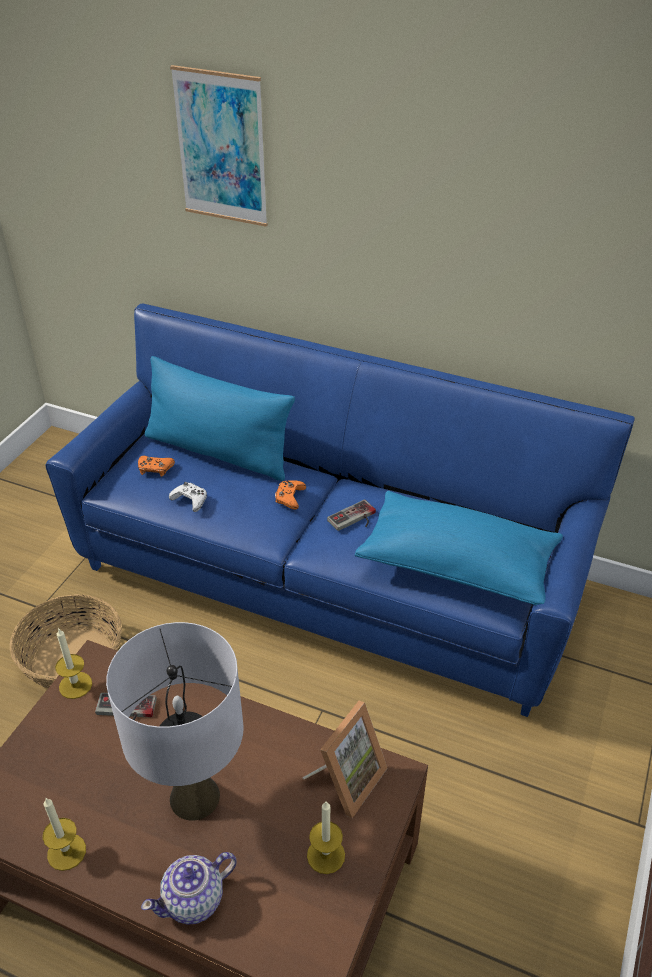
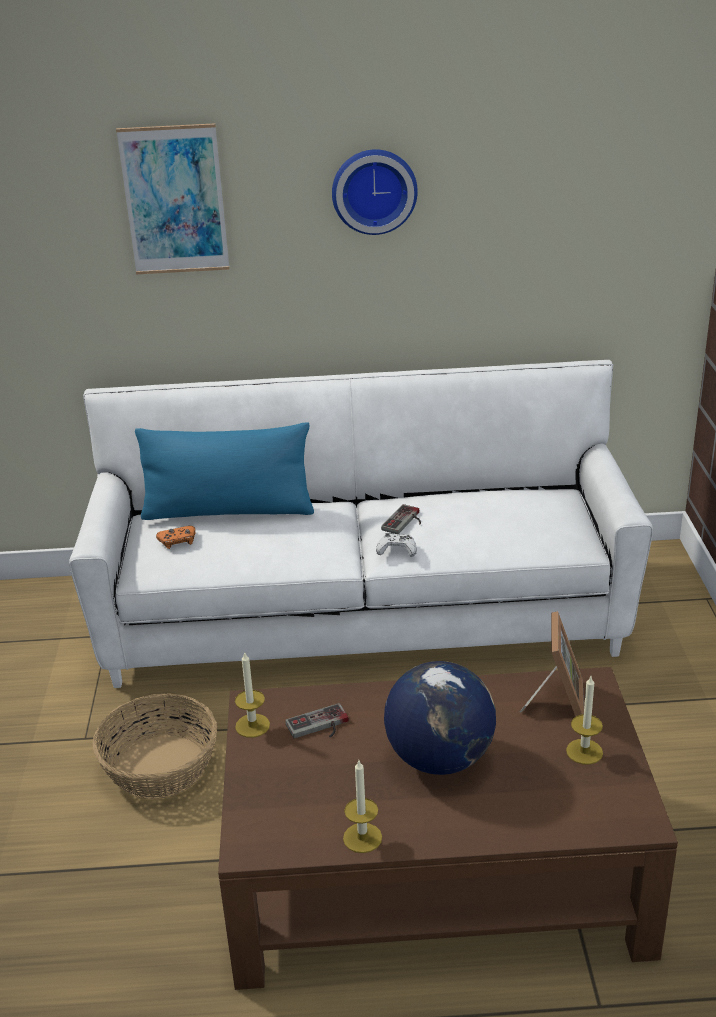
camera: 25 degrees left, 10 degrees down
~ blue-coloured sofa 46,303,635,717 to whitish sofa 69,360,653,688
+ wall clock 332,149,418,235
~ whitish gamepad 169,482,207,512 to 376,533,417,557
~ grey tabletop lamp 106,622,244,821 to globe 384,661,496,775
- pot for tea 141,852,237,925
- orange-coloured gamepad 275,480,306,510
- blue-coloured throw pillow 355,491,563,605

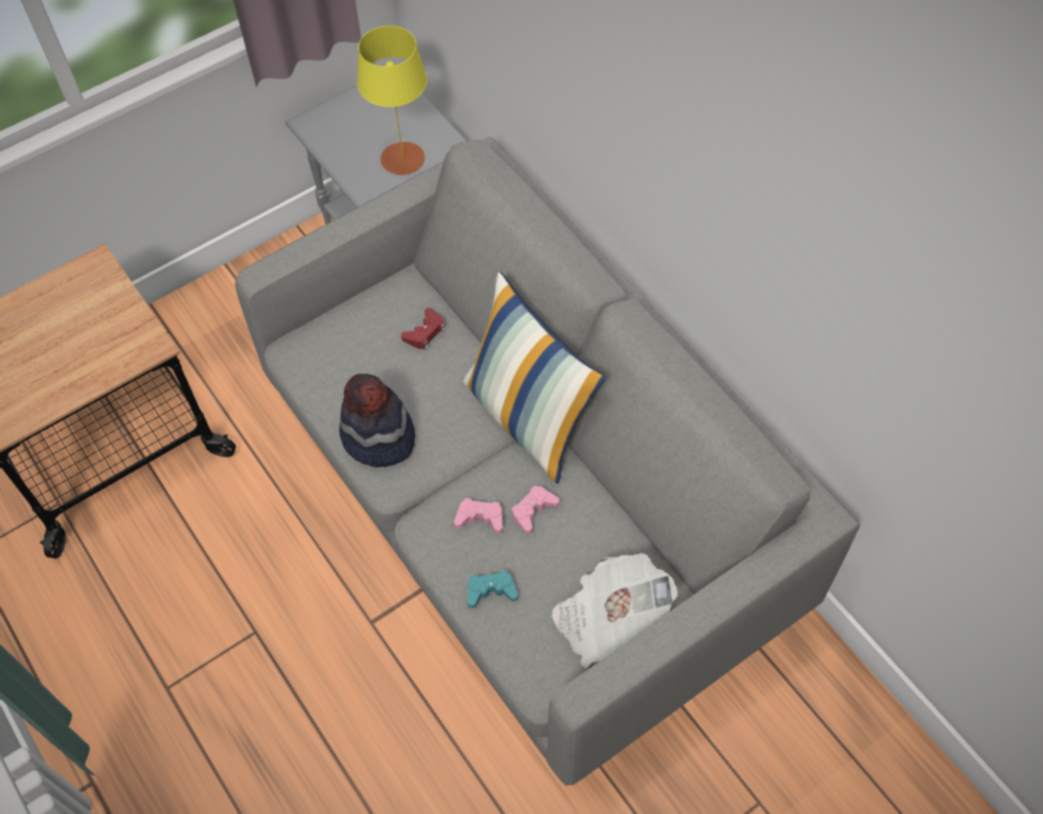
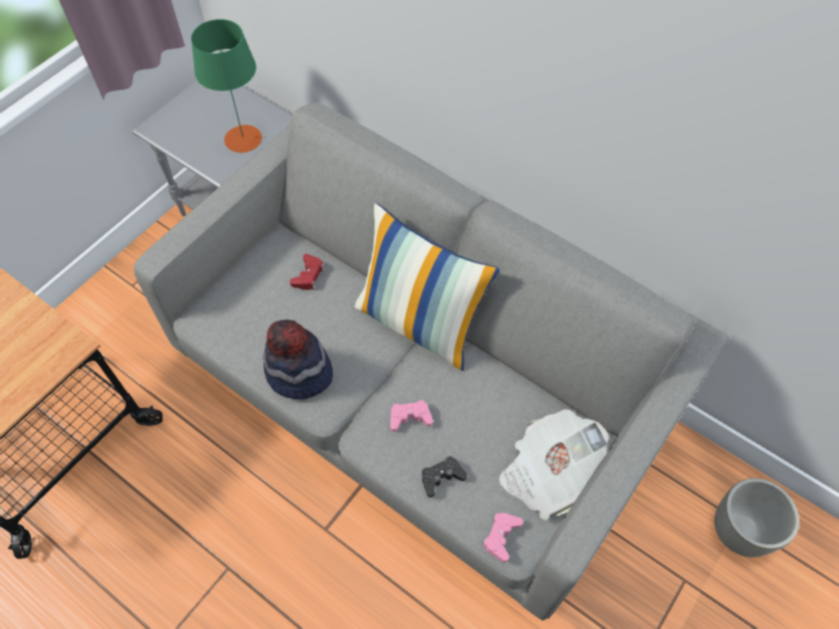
camera: 20 degrees left, 0 degrees up
~ yellow tabletop lamp 357,26,427,175 to greenish tabletop lamp 191,19,262,153
~ turquoise gamepad 468,570,518,608 to black-coloured gamepad 422,456,467,497
~ pinkish gamepad 511,486,559,534 to 482,513,523,562
+ grey planter 714,478,799,557

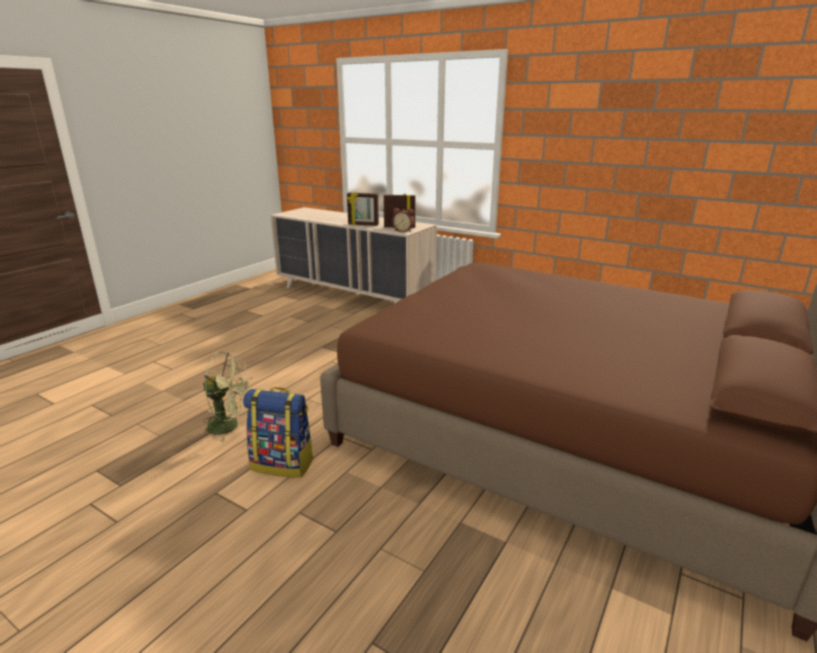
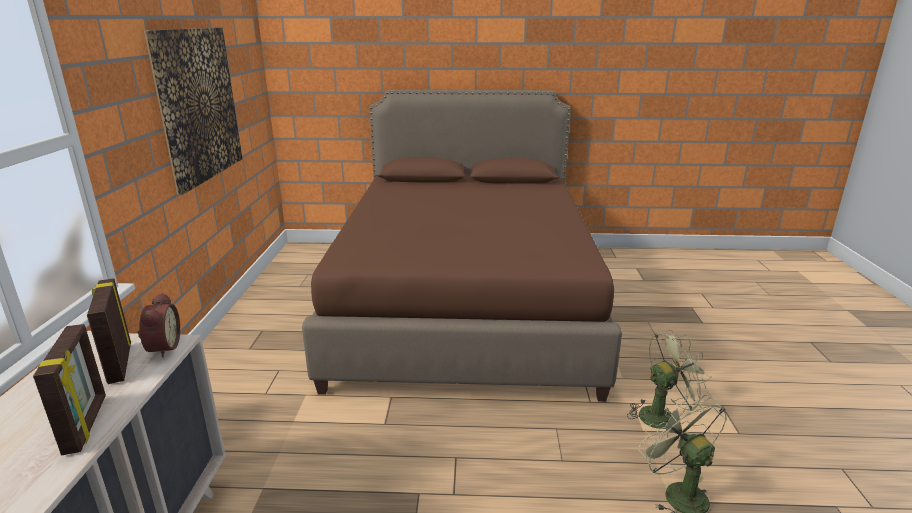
camera: 120 degrees left, 0 degrees up
+ wall art 144,28,242,195
~ backpack 243,387,314,478 to greenish electric fan 627,330,712,434

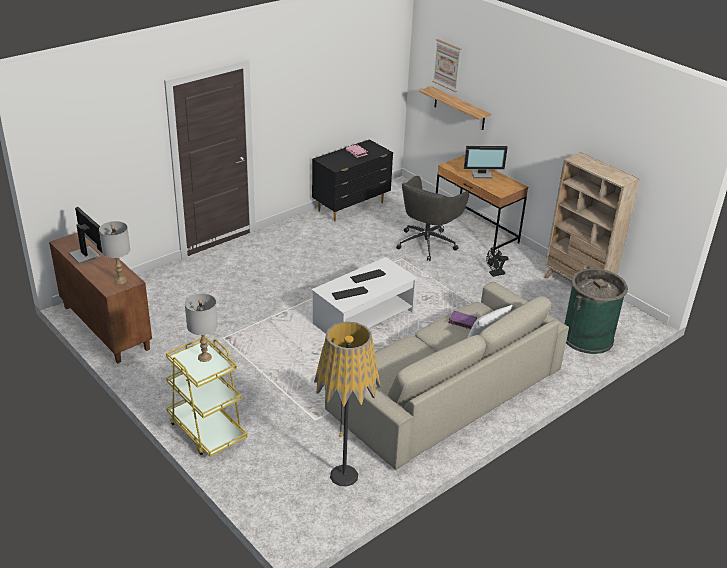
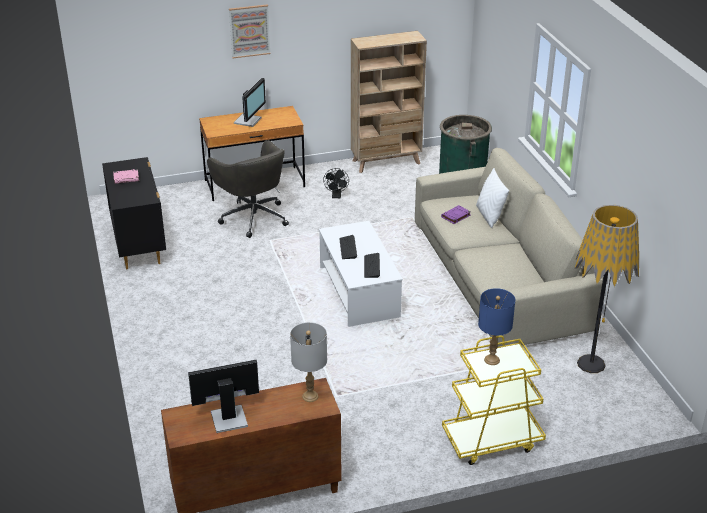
camera: 65 degrees left, 0 degrees up
~ wall art 432,39,461,92 to 229,4,271,58
~ grey tabletop lamp 185,293,218,362 to blue-coloured tabletop lamp 478,288,515,365
- wall shelf 419,86,491,130

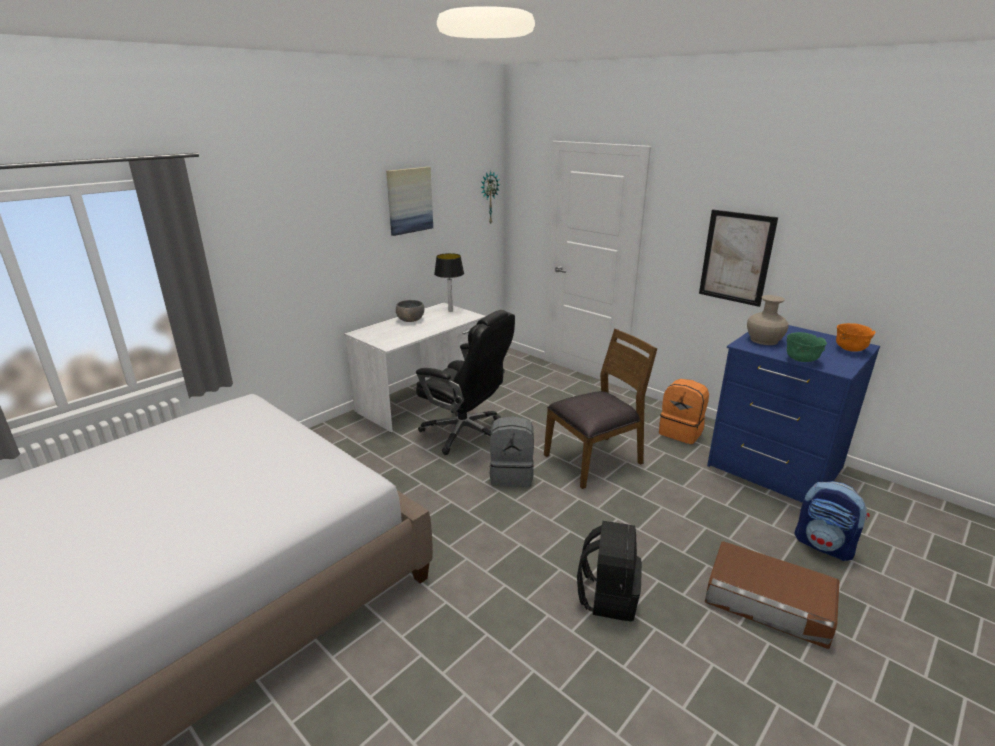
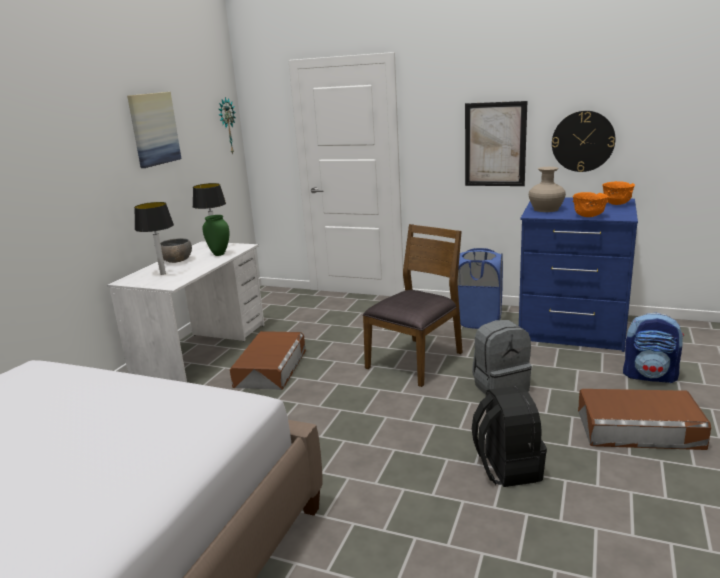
camera: 20 degrees left, 5 degrees down
+ tabletop lamp 134,202,174,275
+ greenish vase 202,215,230,256
~ black-coloured computer chair 416,310,515,455 to brownish storage box 230,331,306,390
~ orange-coloured backpack 659,379,709,444 to blue-coloured laundry basket 457,248,503,329
~ grey backpack 490,416,534,487 to 472,320,532,395
+ wall clock 552,111,615,172
~ greenish serving bowl 786,332,827,362 to orange-coloured serving bowl 573,192,608,217

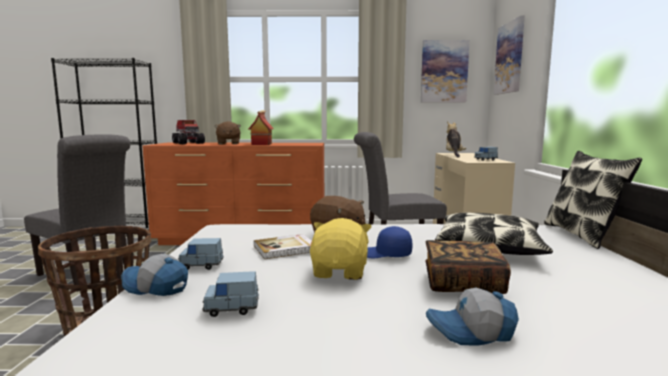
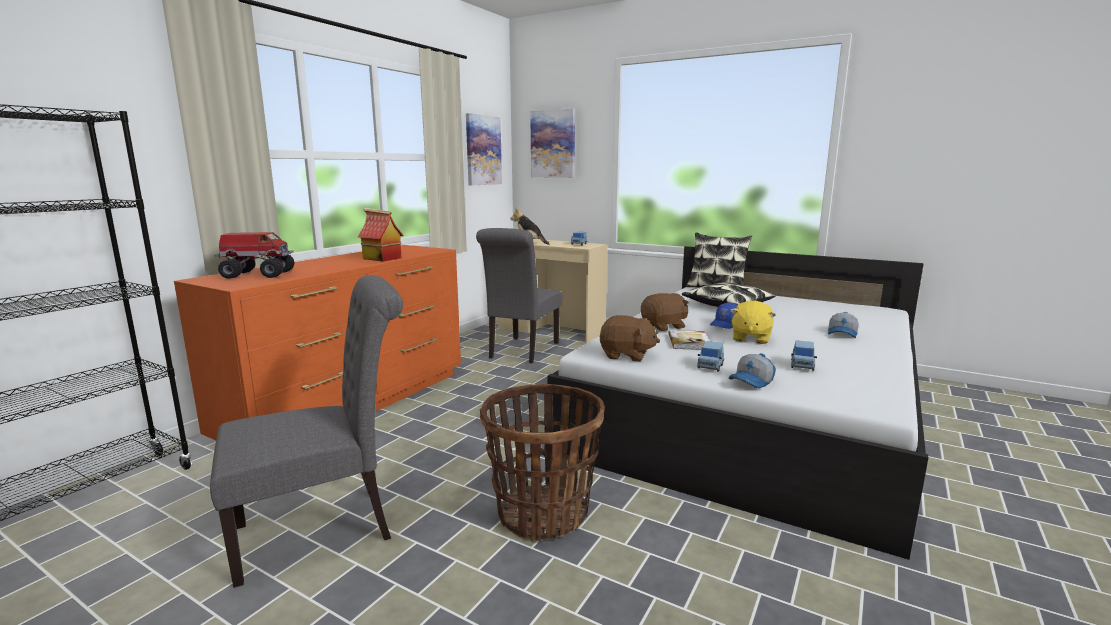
camera: 60 degrees left, 5 degrees up
~ brownish plush toy 214,121,241,145 to 599,315,660,361
~ yellow plush toy 310,218,372,280 = 730,300,776,344 105 degrees counterclockwise
- volume 425,240,511,294

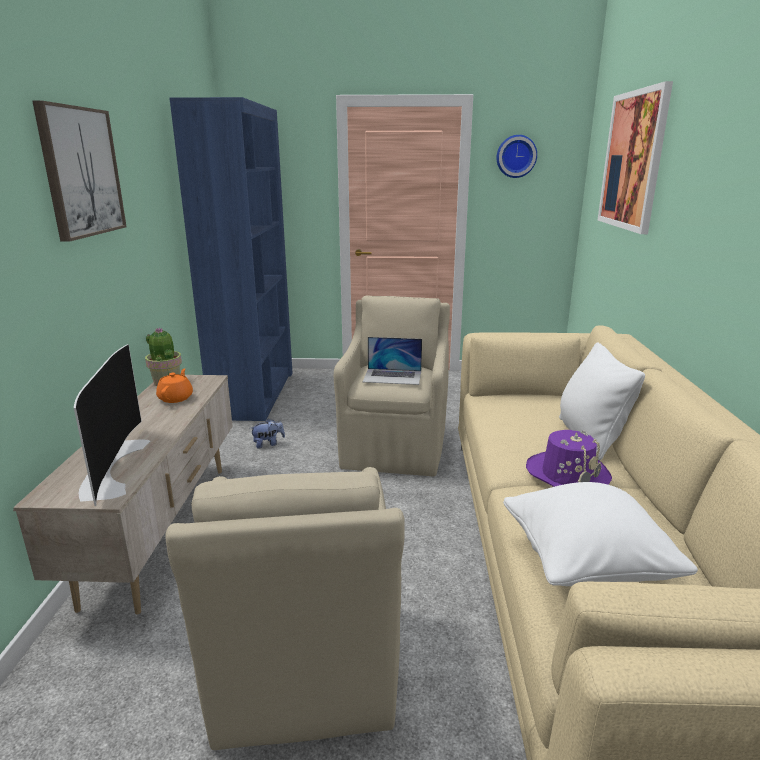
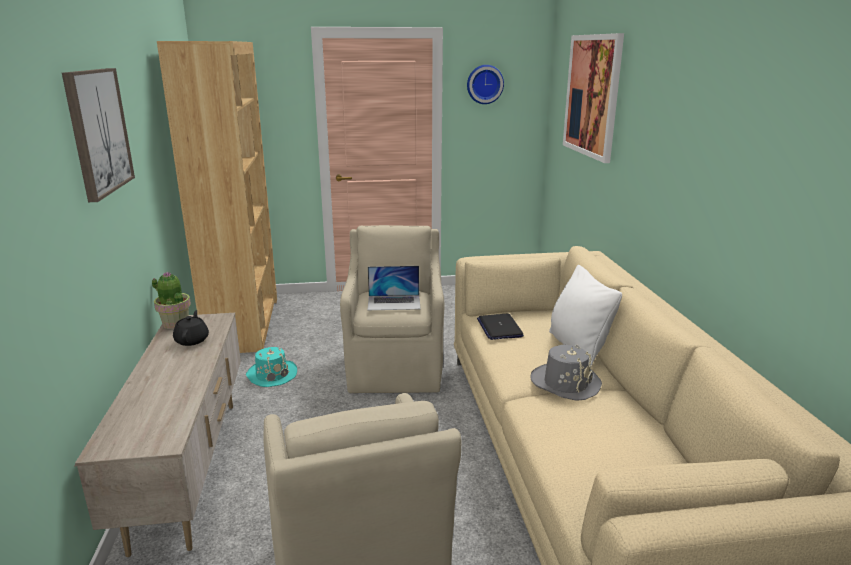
camera: 10 degrees left, 0 degrees up
~ blue-coloured bookcase 169,97,293,421 to brownish bookcase 157,41,277,353
~ orange-coloured pot for tea 156,368,193,403 to black-coloured pot for tea 173,310,209,346
~ plush toy 251,419,285,448 to turquoise hat 246,347,297,387
+ notebook computer 477,313,524,340
~ purple-coloured hat 526,430,612,487 to grey hat 531,345,602,401
- TV 74,344,150,506
- whitish throw pillow 503,482,698,586

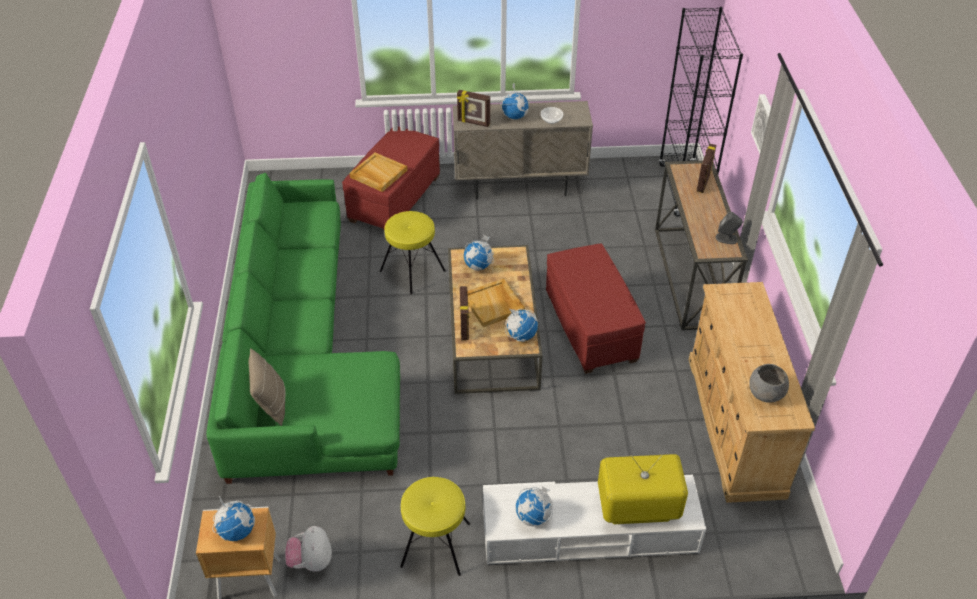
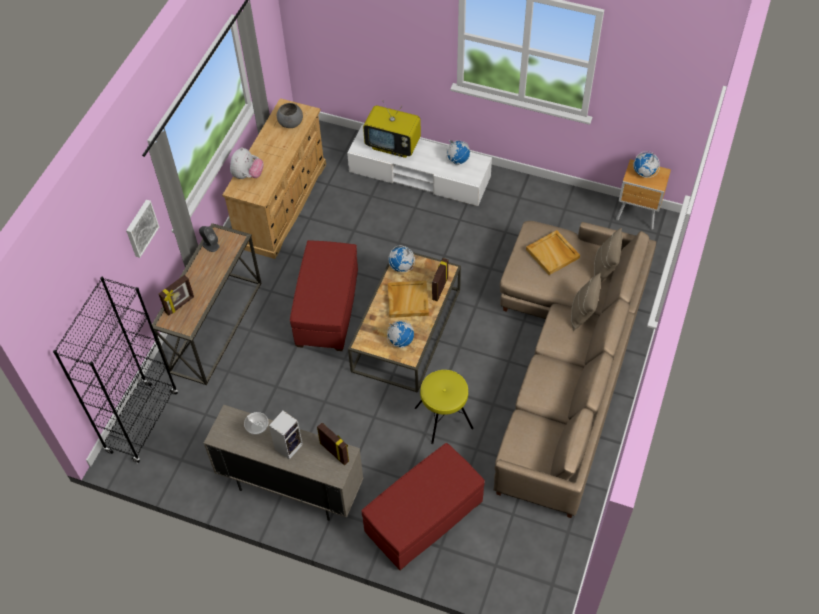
camera: 155 degrees left, 10 degrees up
~ plush toy 285,526,332,572 to 230,147,264,179
~ globe 500,83,530,119 to loudspeaker 269,411,303,460
~ greenish sofa 206,173,400,484 to beige sofa 494,221,656,518
~ beige tray 350,153,407,192 to 526,230,580,275
+ beige throw pillow 571,273,601,331
- yellow sitting stool 400,477,470,576

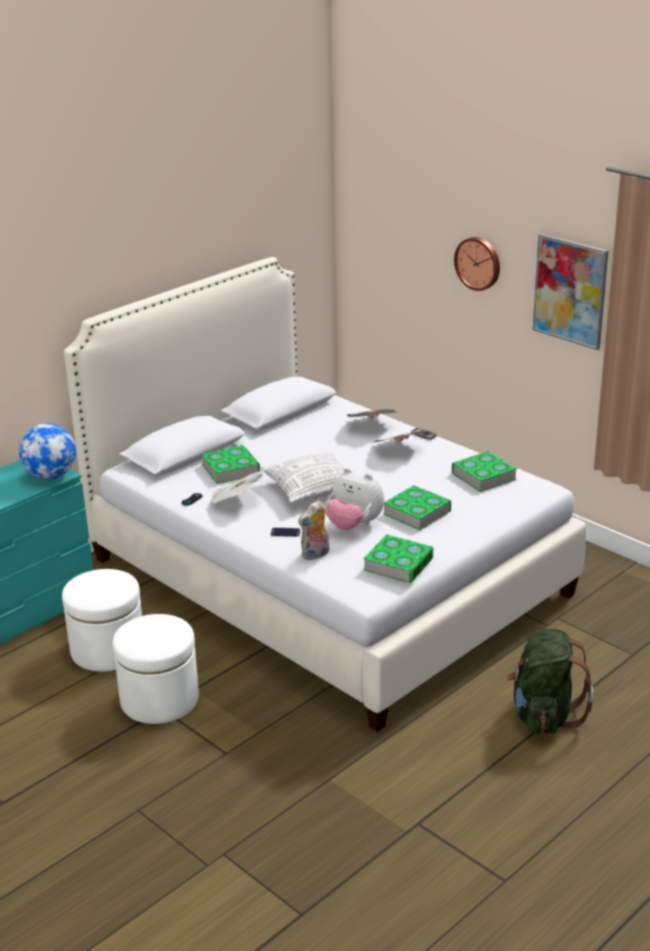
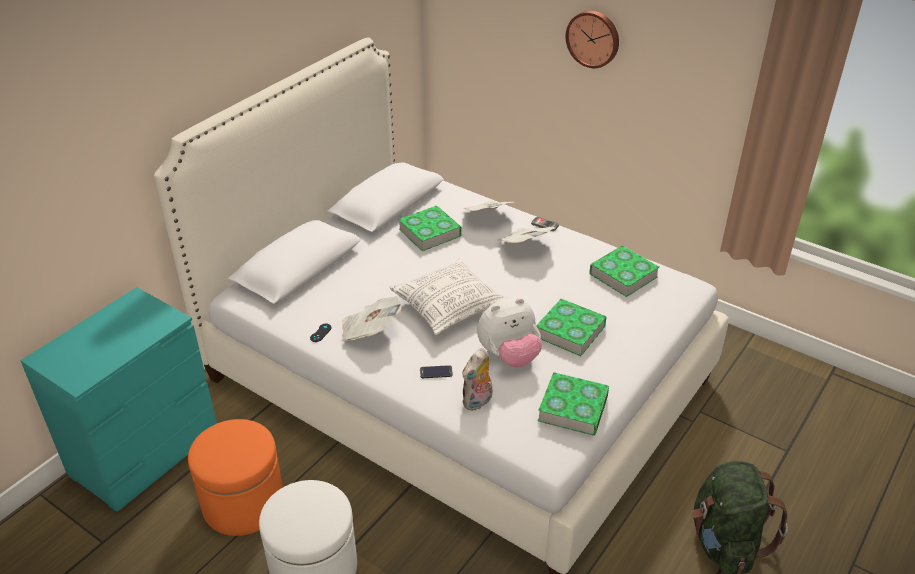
camera: 10 degrees left, 10 degrees up
~ whitish footrest 62,569,142,672 to orange-coloured footrest 188,419,283,536
~ volume 201,445,260,484 to 398,206,461,251
~ plush toy 325,468,384,530 = 477,298,542,367 45 degrees counterclockwise
- globe 19,423,76,479
- wall art 533,234,608,350

